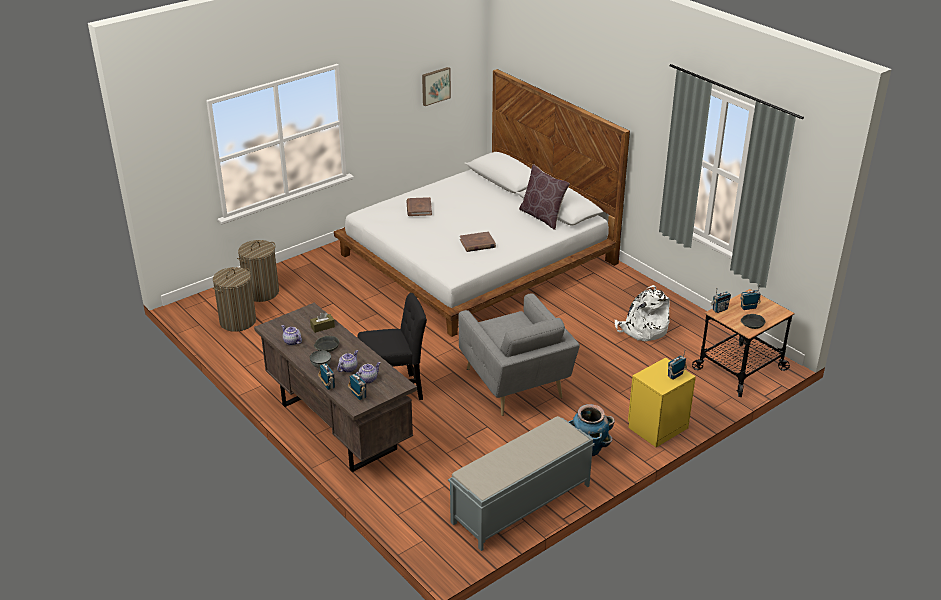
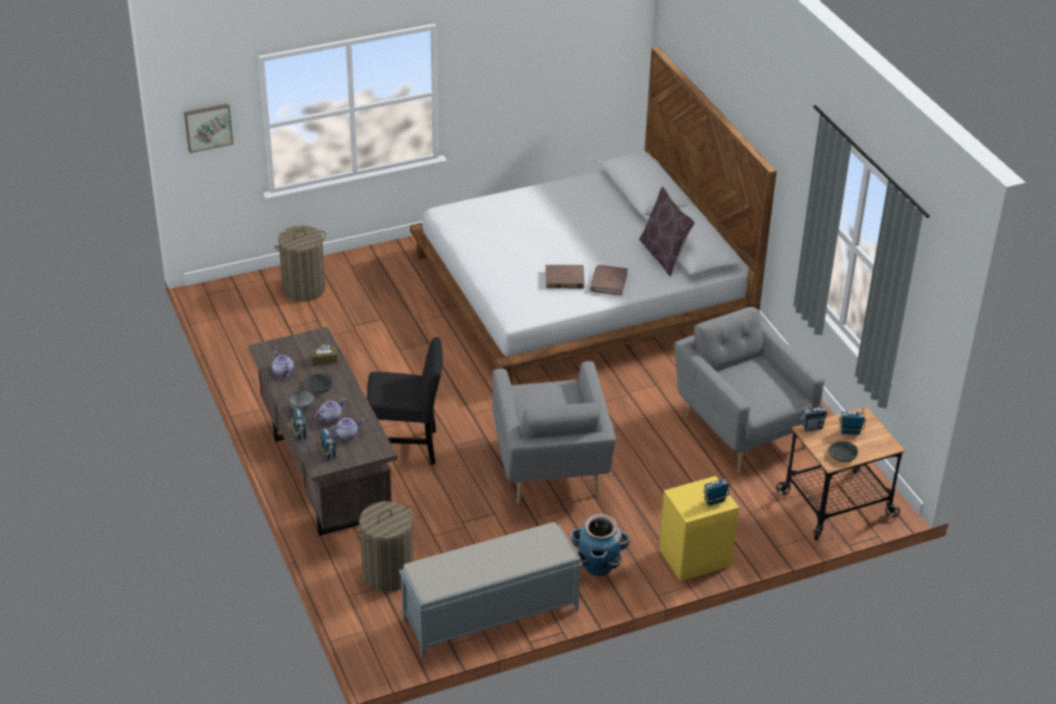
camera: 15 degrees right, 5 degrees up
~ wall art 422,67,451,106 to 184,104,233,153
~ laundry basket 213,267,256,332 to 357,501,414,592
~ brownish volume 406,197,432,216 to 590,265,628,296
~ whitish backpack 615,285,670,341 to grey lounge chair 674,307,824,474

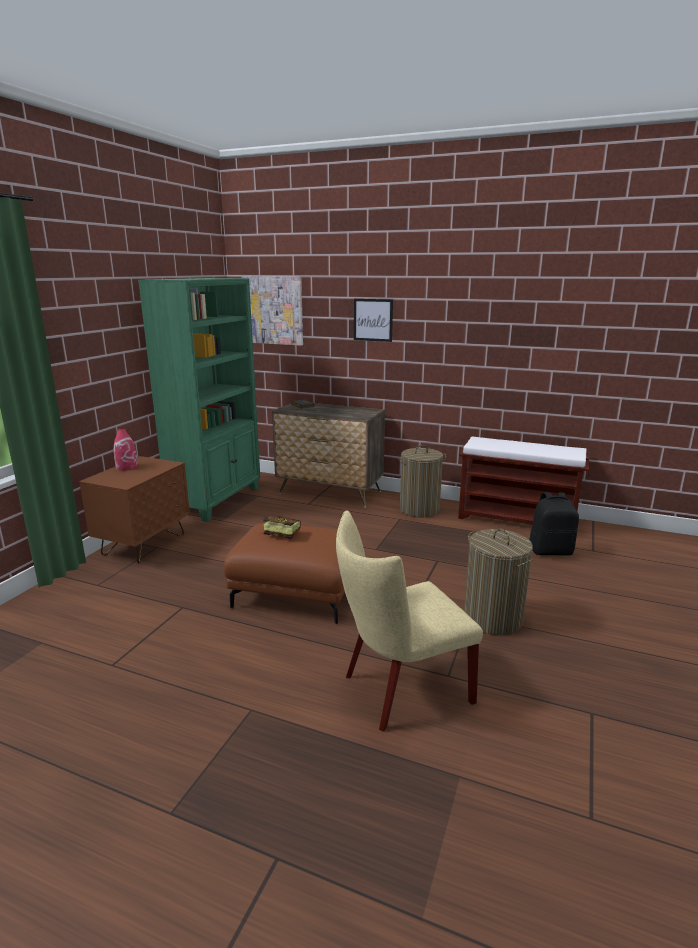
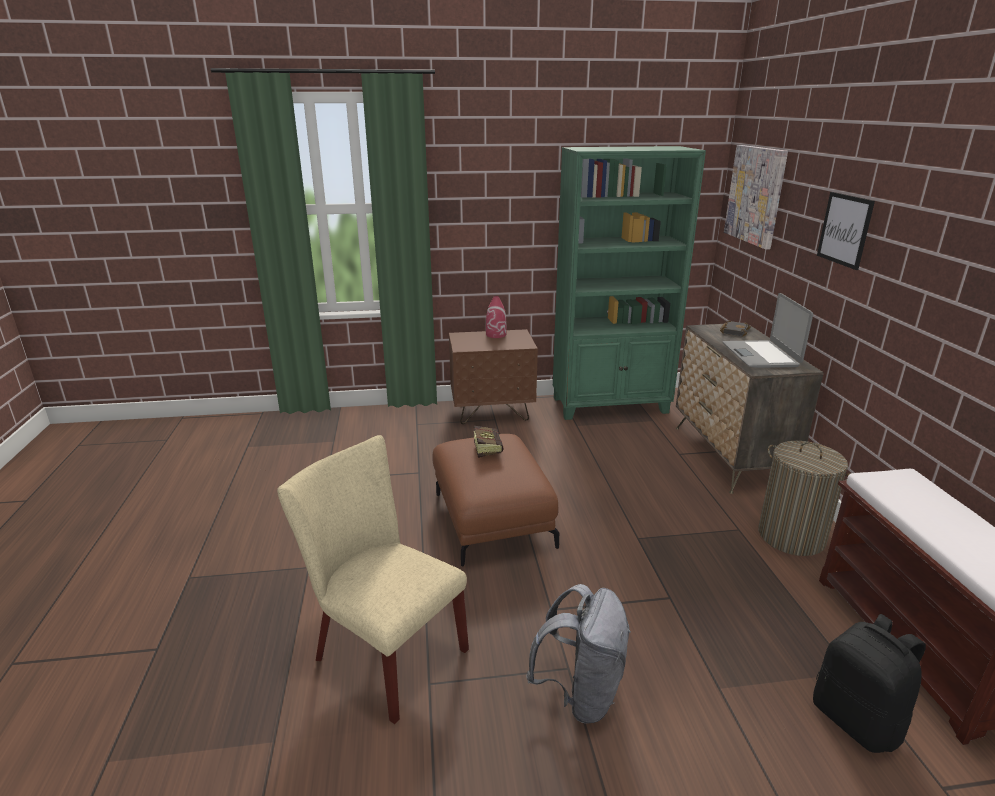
camera: 60 degrees right, 5 degrees up
~ laundry basket 464,529,534,635 to grey backpack 526,584,631,724
+ notebook computer 723,293,813,368

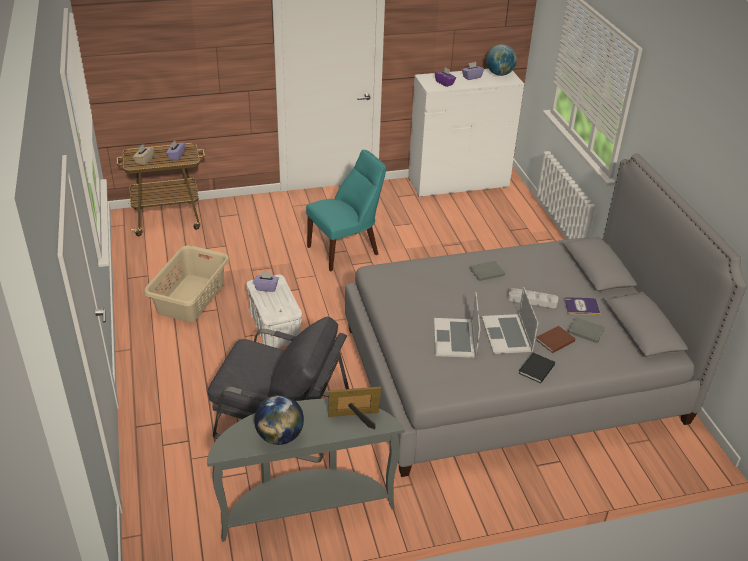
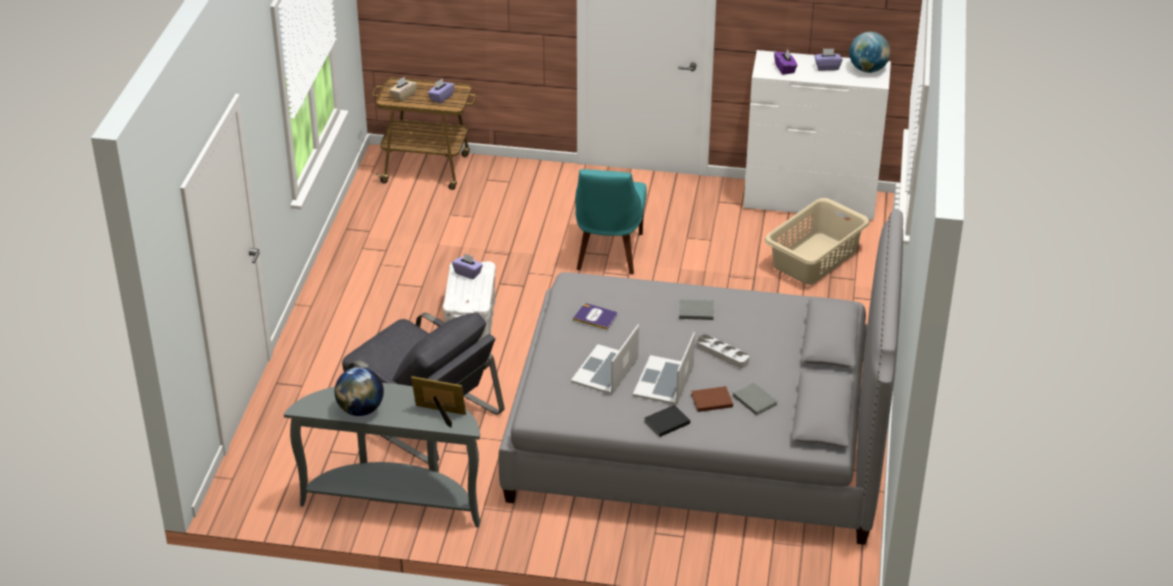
camera: 25 degrees right, 0 degrees up
~ volume 564,297,601,315 to 573,303,618,330
~ turquoise upright chair 306,150,386,272 = 575,169,647,274 105 degrees clockwise
~ beige laundry basket 144,245,229,322 to 765,198,870,285

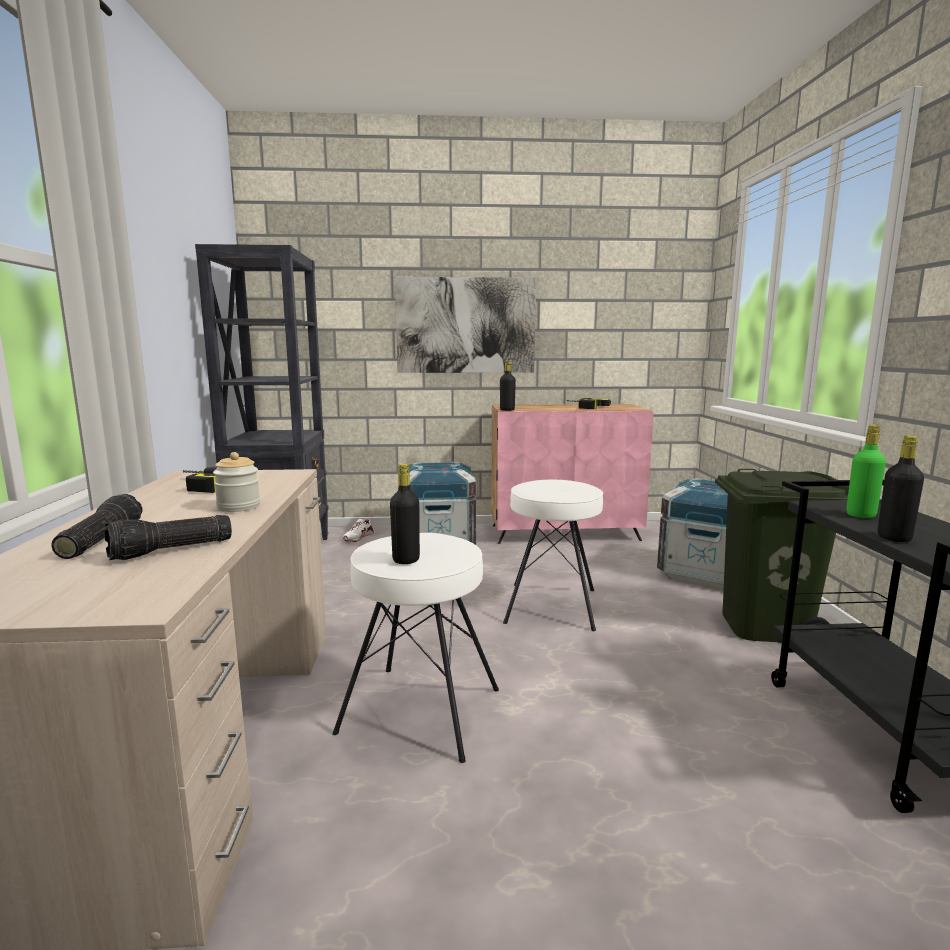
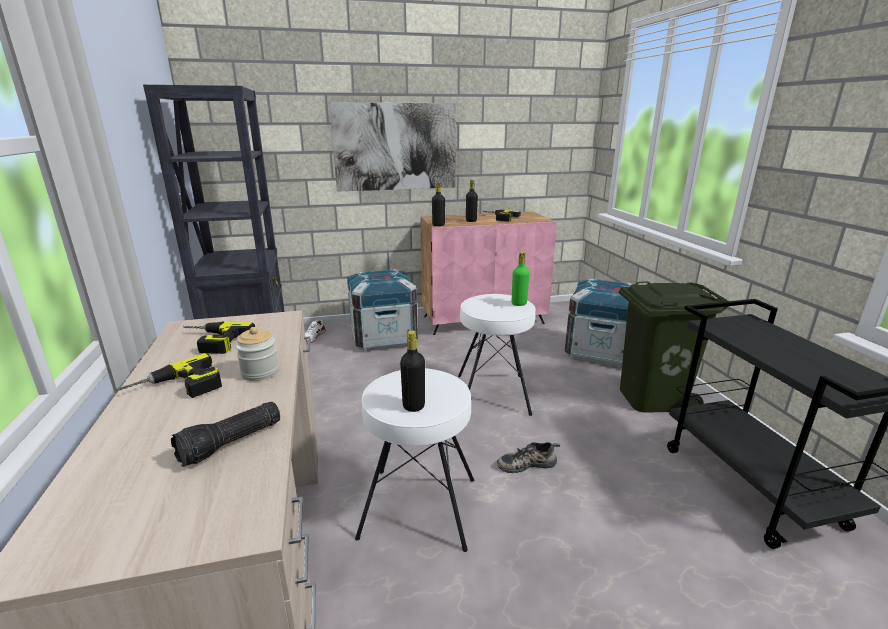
camera: 10 degrees left, 10 degrees up
+ drill 116,353,222,398
~ black-coloured drink bottle 878,435,924,542 to 466,180,478,222
+ item of footwear 497,442,560,473
~ greenish drink bottle 846,424,886,518 to 512,252,530,306
- torch 51,494,142,559

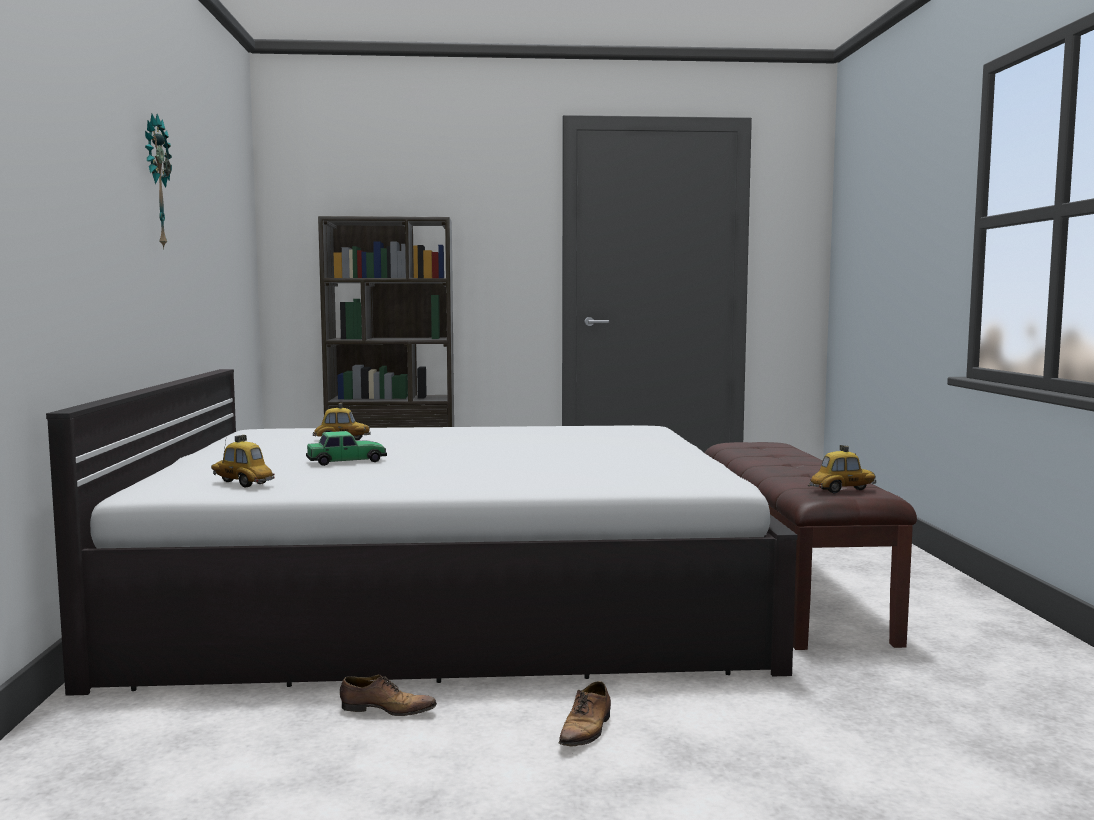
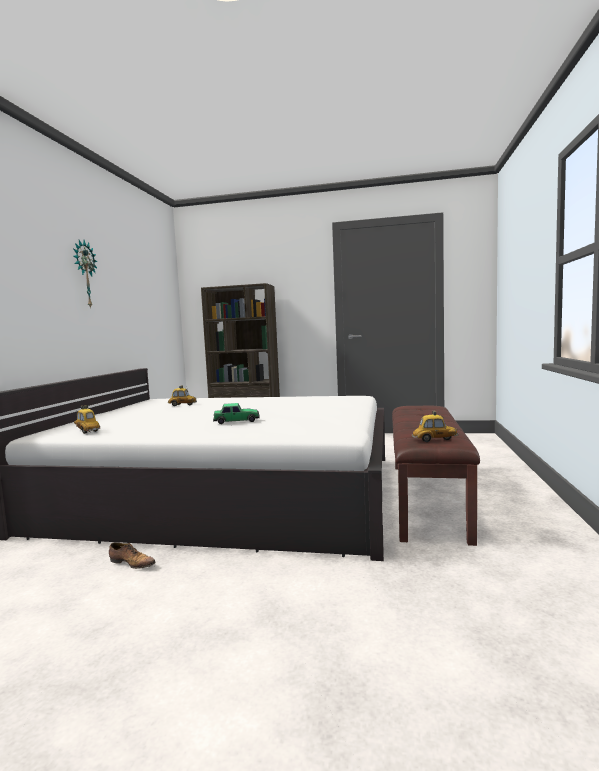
camera: 15 degrees right, 0 degrees up
~ toy car 306,431,387,466 to 213,403,260,424
- item of footwear 559,681,611,754

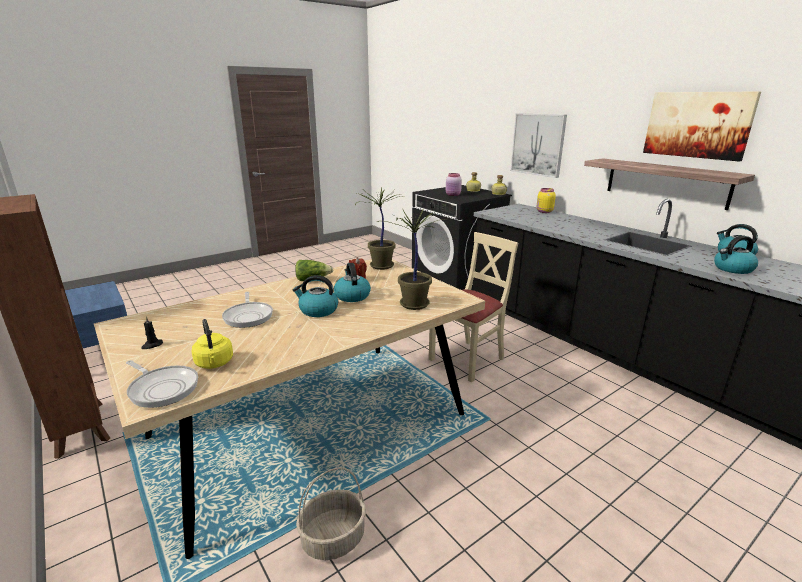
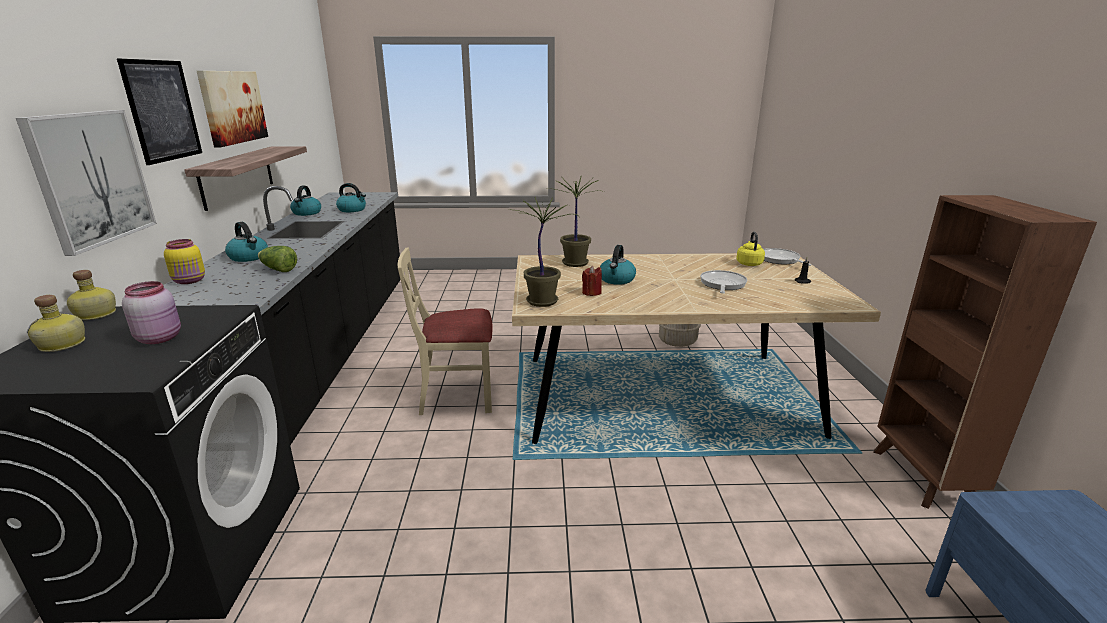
camera: 145 degrees left, 0 degrees up
+ wall art 117,59,202,165
~ water kettle 293,275,338,317 to 225,222,268,262
~ lettuce head 295,260,334,281 to 258,246,297,272

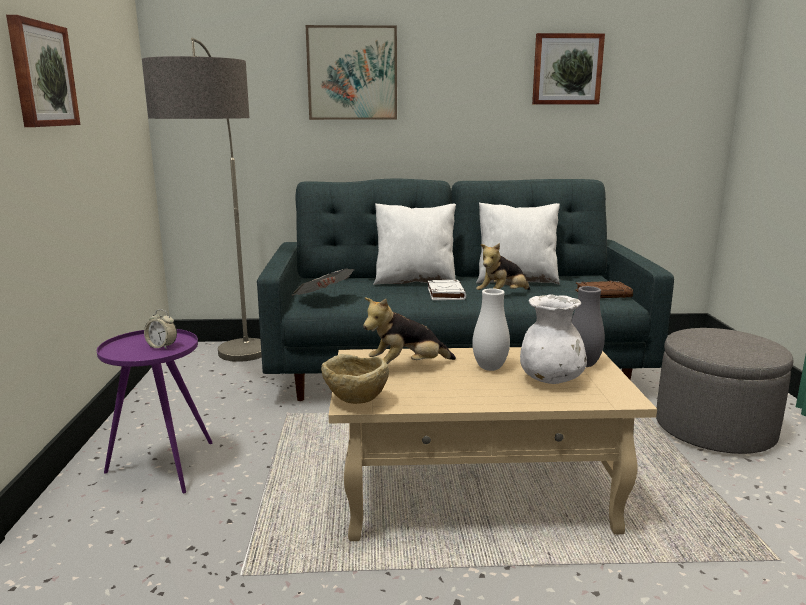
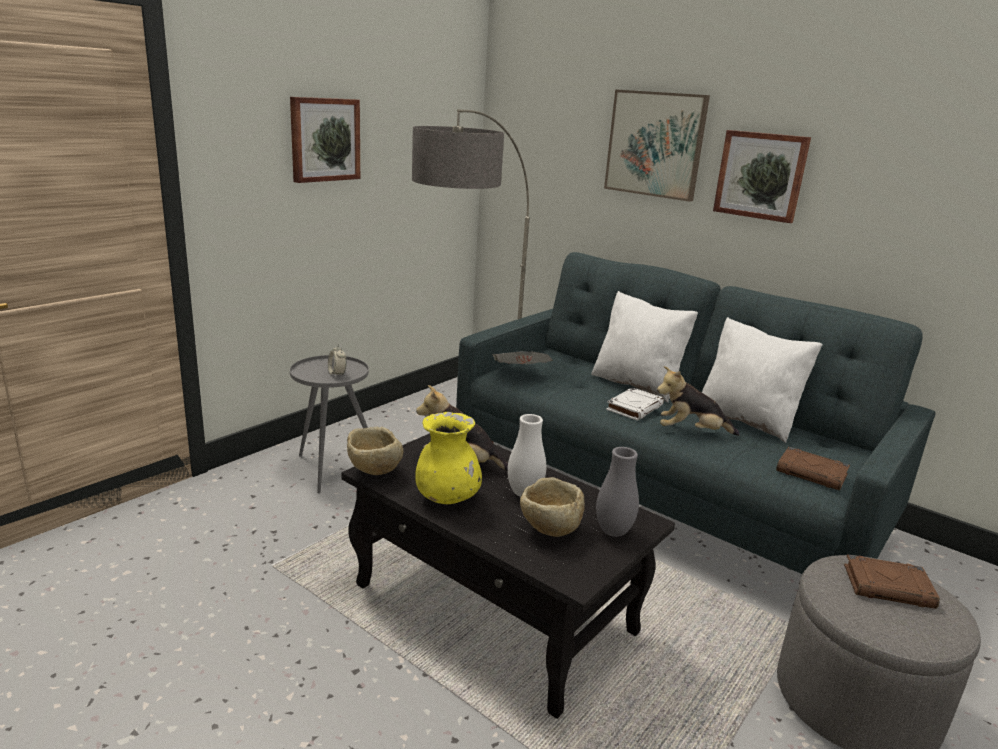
camera: 40 degrees right, 5 degrees up
~ purple-coloured accent table 97,329,213,493 to grey accent table 290,355,369,494
~ beige low table 329,347,657,541 to black-coloured low table 341,433,675,719
+ yellow vase 415,412,482,504
~ whitish vase 520,295,587,384 to beige serving bowl 520,477,585,537
~ wall art 532,33,605,104 to 713,130,811,223
+ brownish volume 844,554,940,609

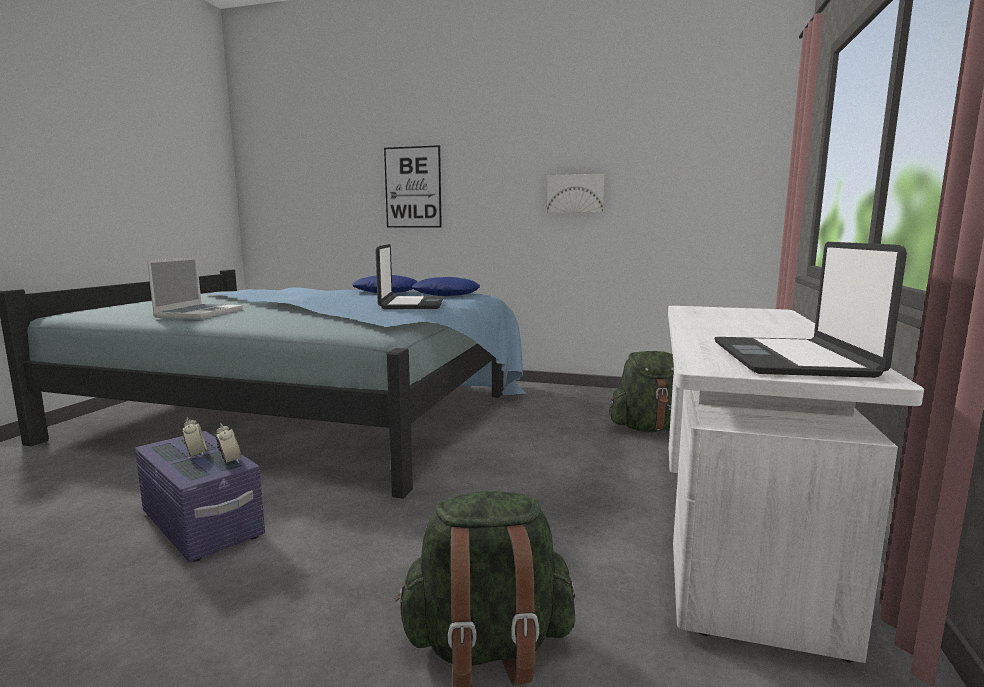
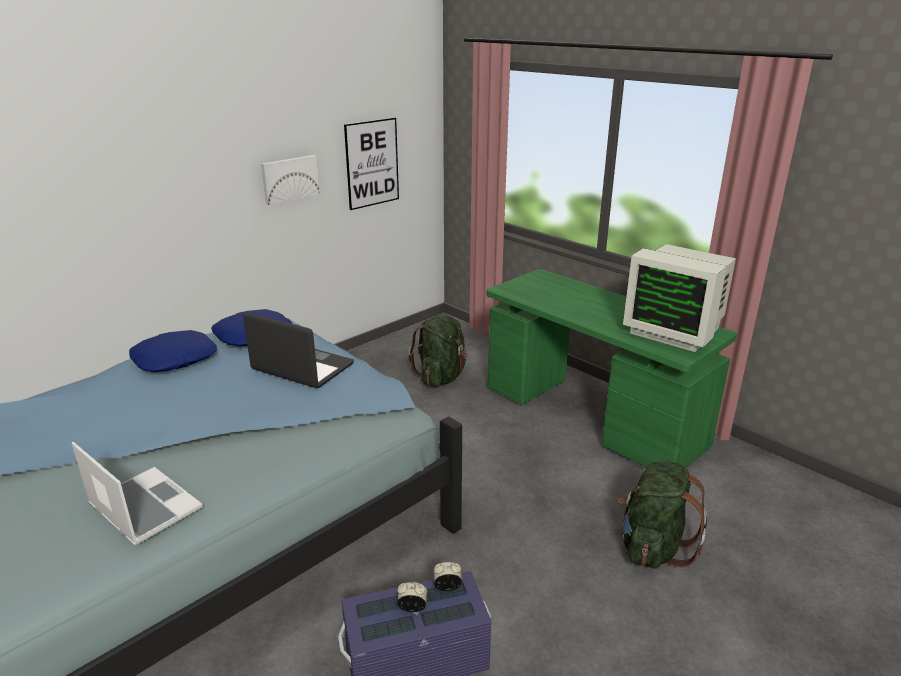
camera: 60 degrees left, 15 degrees up
~ wall art 384,145,442,227 to 344,118,399,210
~ whitish desk 668,306,924,663 to greenish desk 487,269,737,468
~ notebook computer 714,242,907,378 to computer display 623,244,736,352

